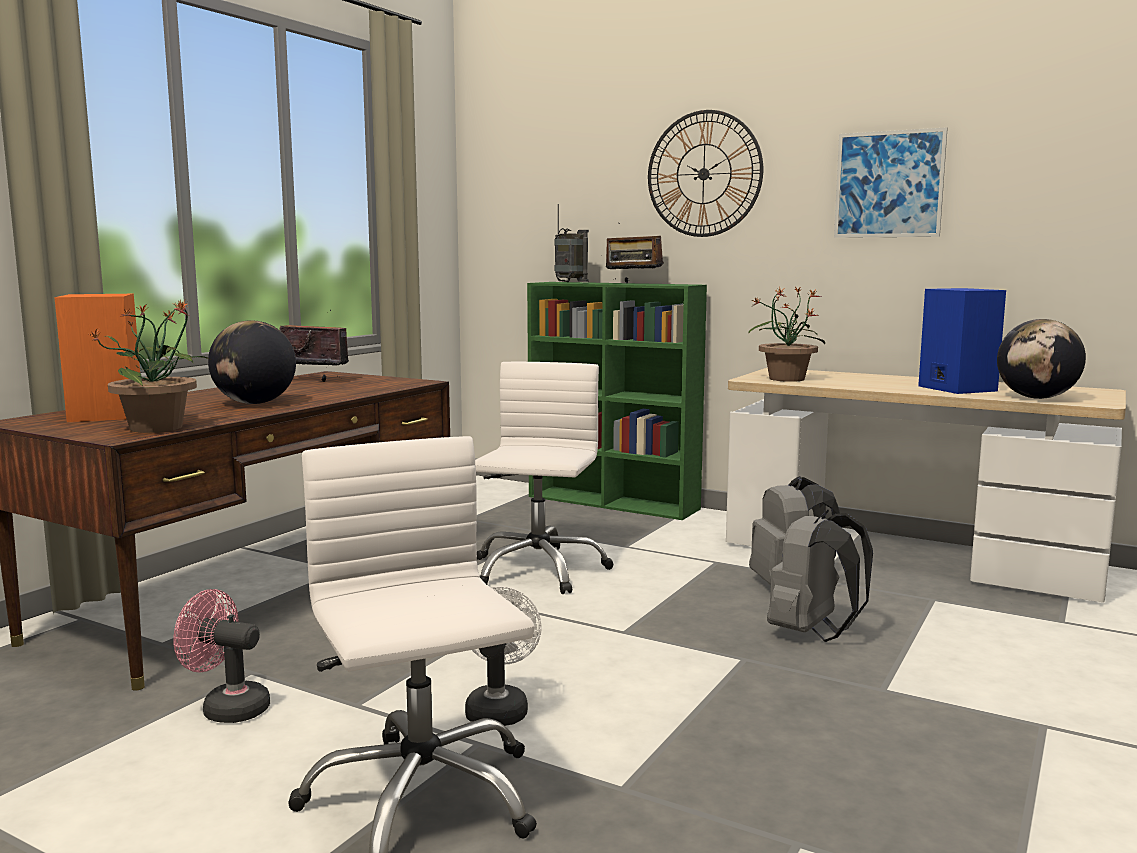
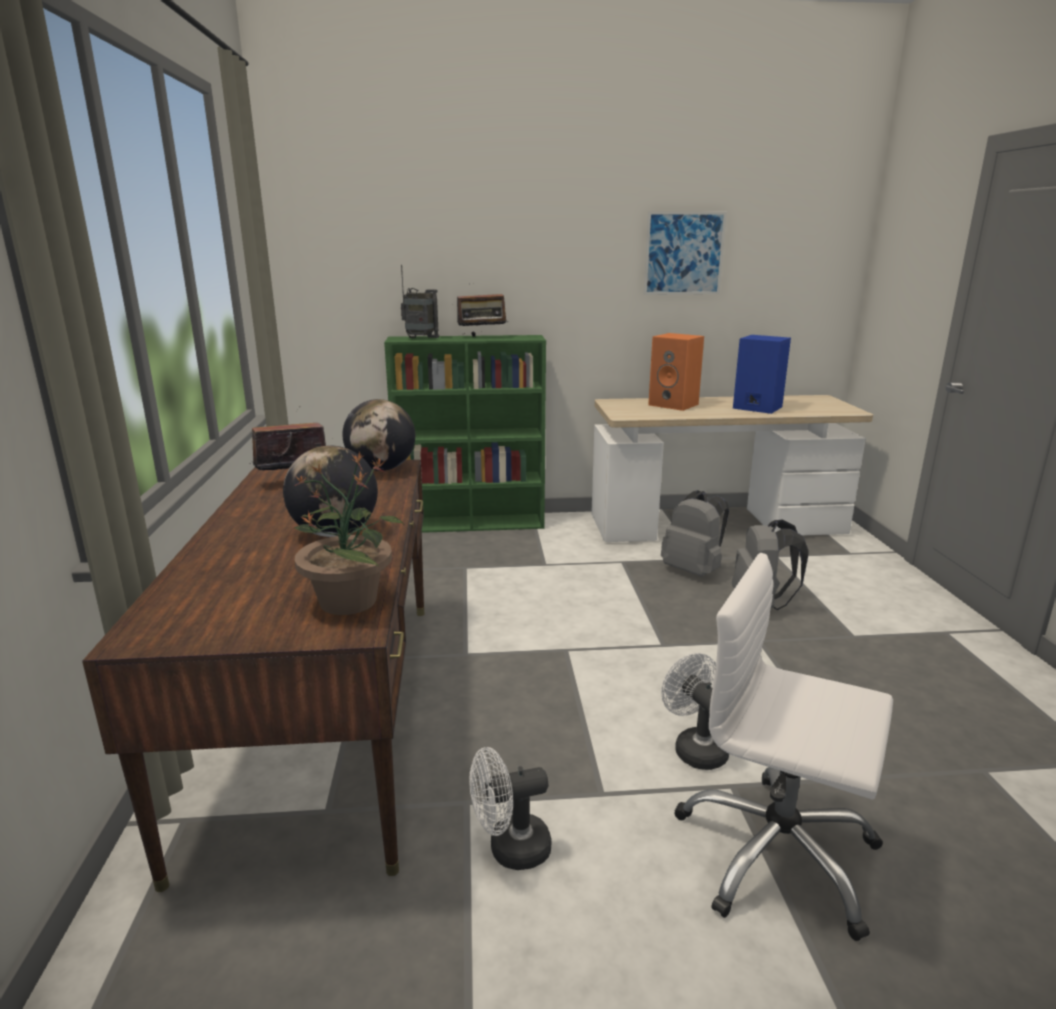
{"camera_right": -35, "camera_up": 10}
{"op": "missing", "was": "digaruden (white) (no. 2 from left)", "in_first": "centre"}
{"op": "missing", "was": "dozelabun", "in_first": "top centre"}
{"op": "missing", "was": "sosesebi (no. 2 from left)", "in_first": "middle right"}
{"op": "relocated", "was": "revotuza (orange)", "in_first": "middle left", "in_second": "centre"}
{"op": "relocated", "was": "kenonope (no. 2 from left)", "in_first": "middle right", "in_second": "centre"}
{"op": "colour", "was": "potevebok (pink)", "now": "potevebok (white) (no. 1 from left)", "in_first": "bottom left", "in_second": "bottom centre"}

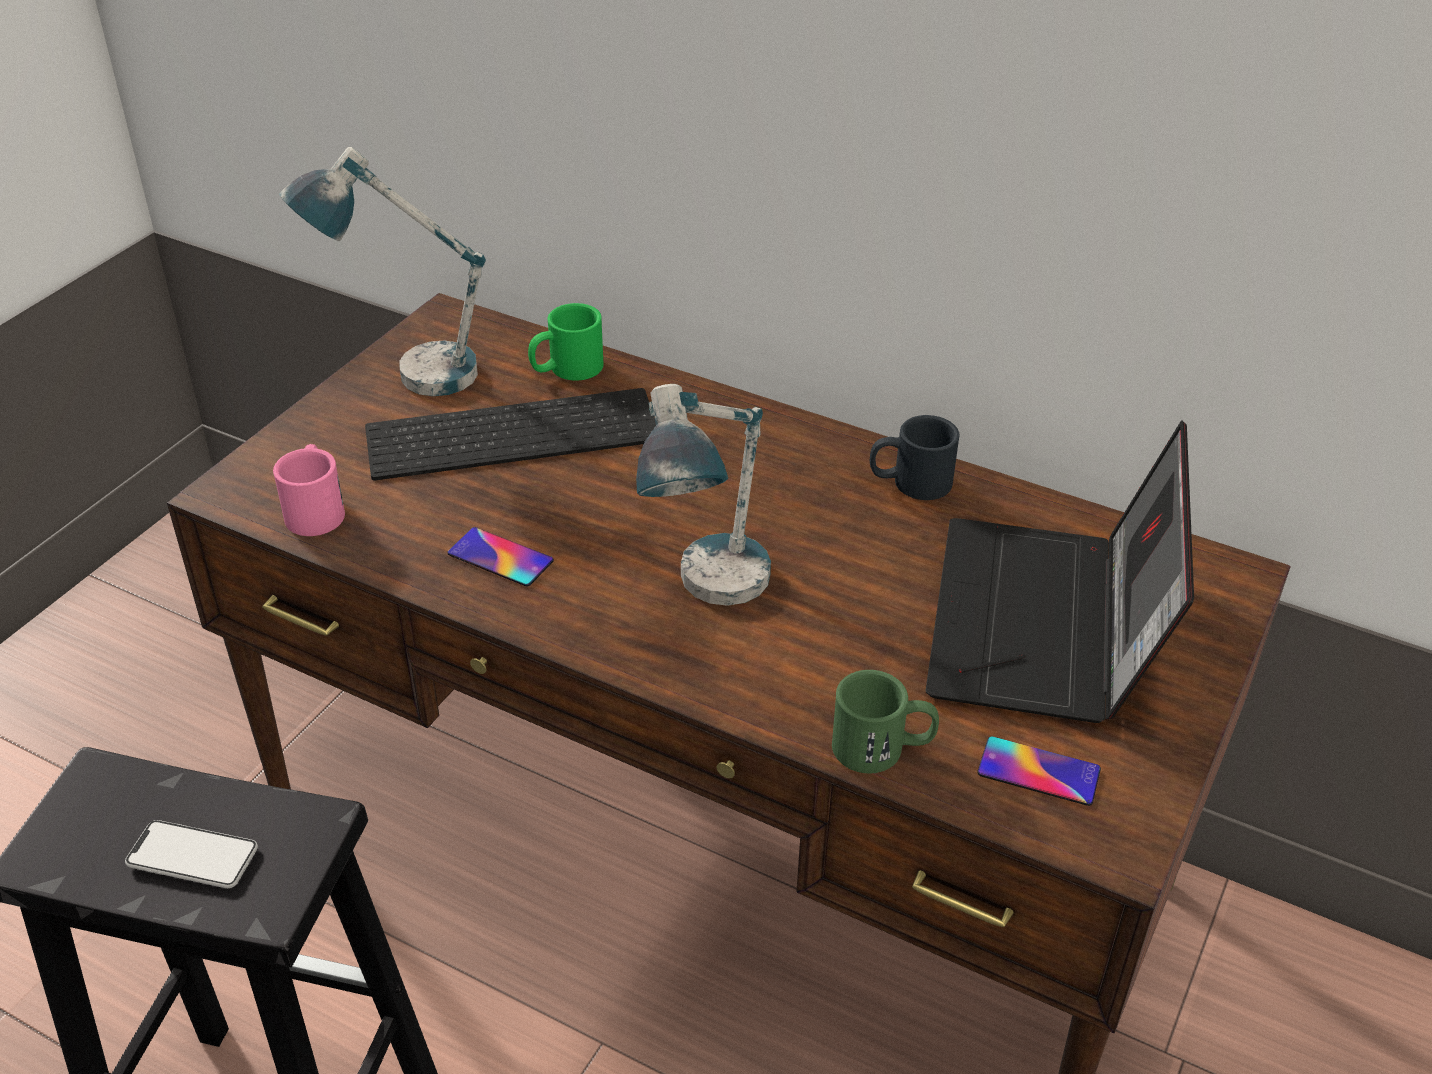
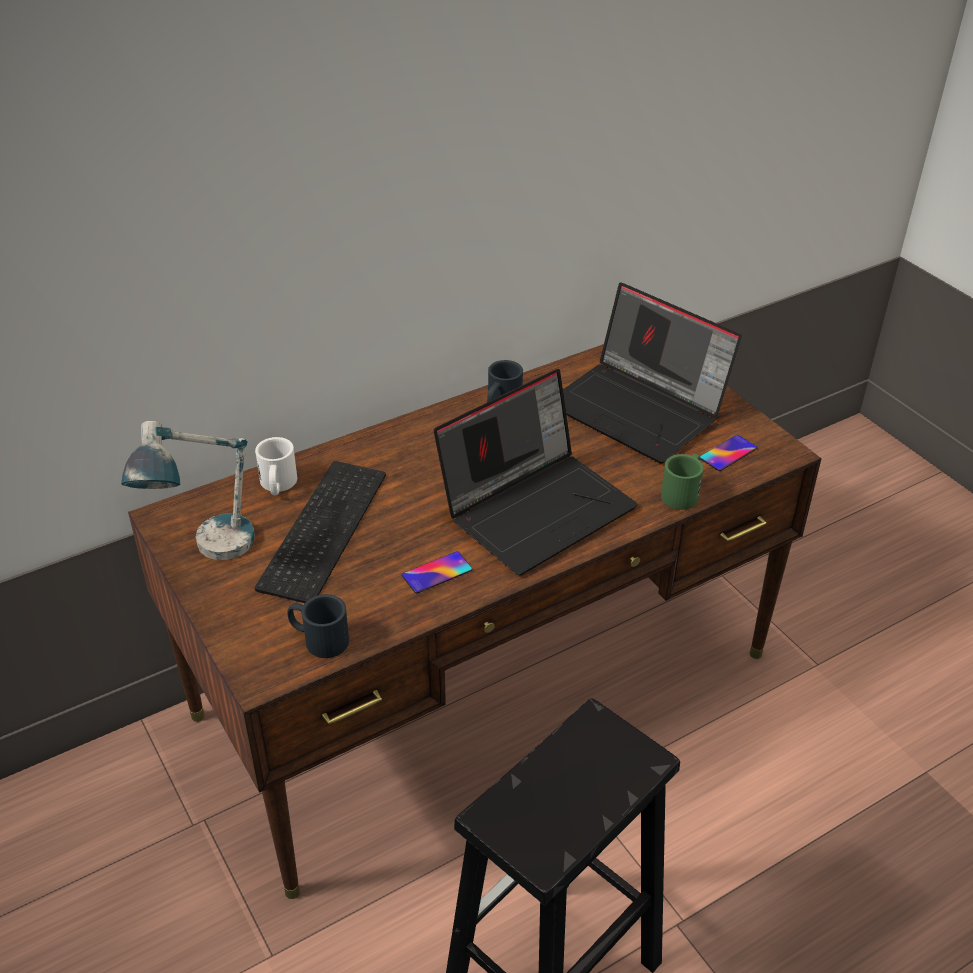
{"camera_right": -60, "camera_up": 0}
{"op": "missing", "was": "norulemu (no. 1 from left)", "in_first": "bottom left"}
{"op": "exchanged", "was": "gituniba (no. 2 from left)", "now": "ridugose (no. 1 from left)", "in_first": "centre", "in_second": "centre"}
{"op": "colour", "was": "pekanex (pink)", "now": "pekanex (black) (no. 1 from left)", "in_first": "middle left", "in_second": "middle left"}
{"op": "colour", "was": "pekanex (green) (no. 1 from left)", "now": "pekanex (white)", "in_first": "top centre", "in_second": "middle left"}

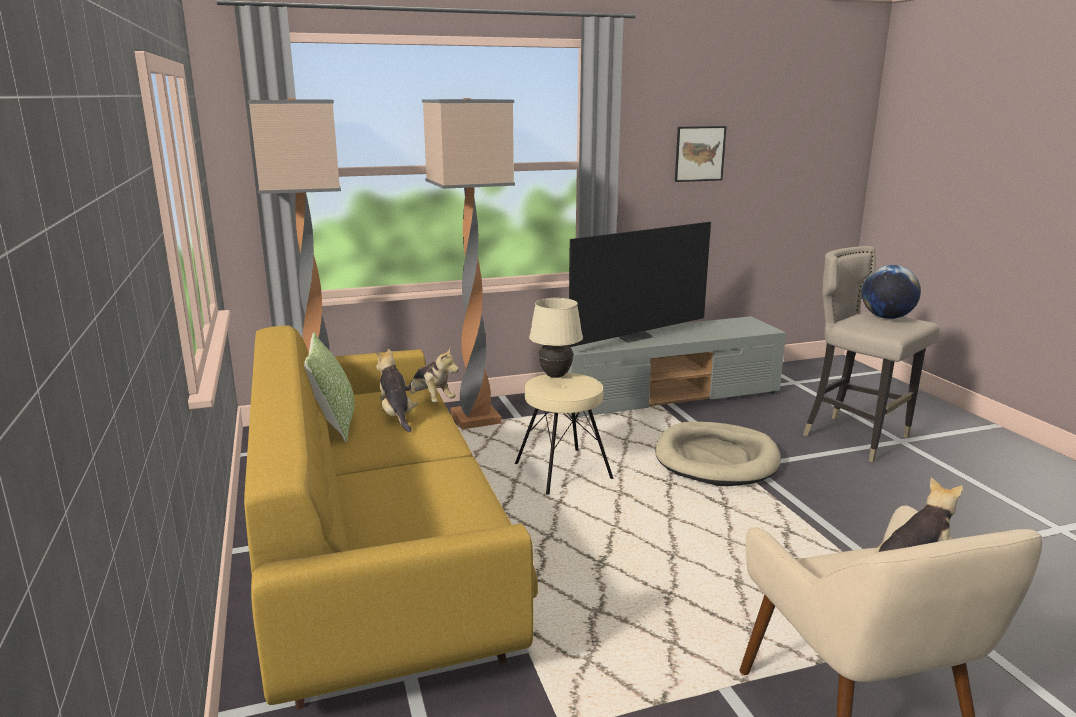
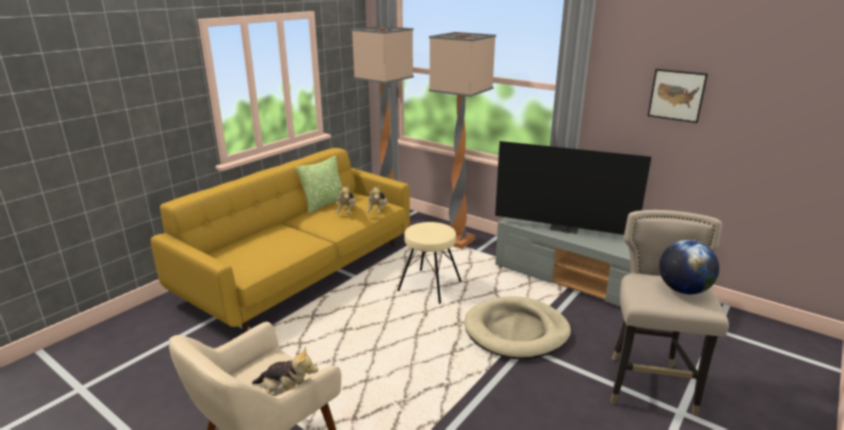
{"camera_right": 55, "camera_up": 5}
{"op": "missing", "was": "gituniba (beige)", "in_first": "centre"}
{"op": "spun", "was": "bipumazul (no. 1 from left in the first image)", "in_first": "centre", "in_second": "centre", "clockwise": 150}

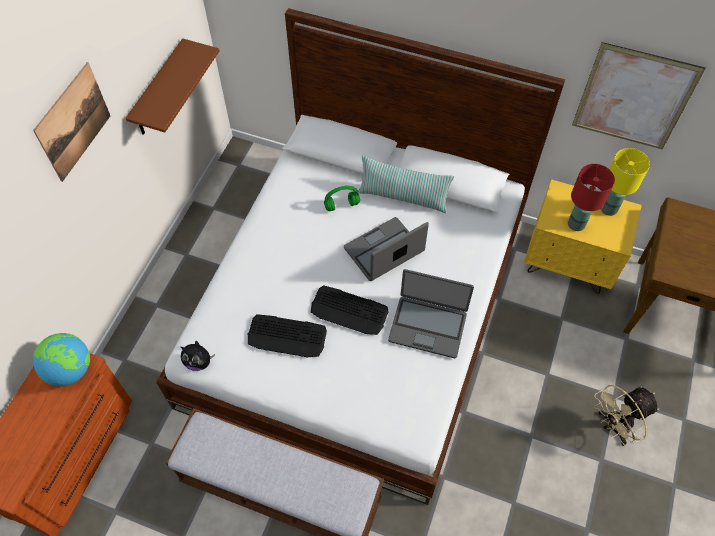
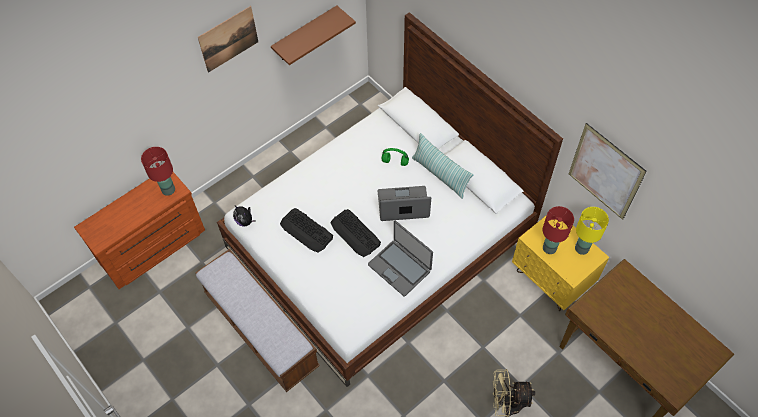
{"camera_right": 30, "camera_up": 0}
{"op": "exchanged", "was": "kenonope", "now": "gituniba (red) (no. 1 from left)", "in_first": "bottom left", "in_second": "middle left"}

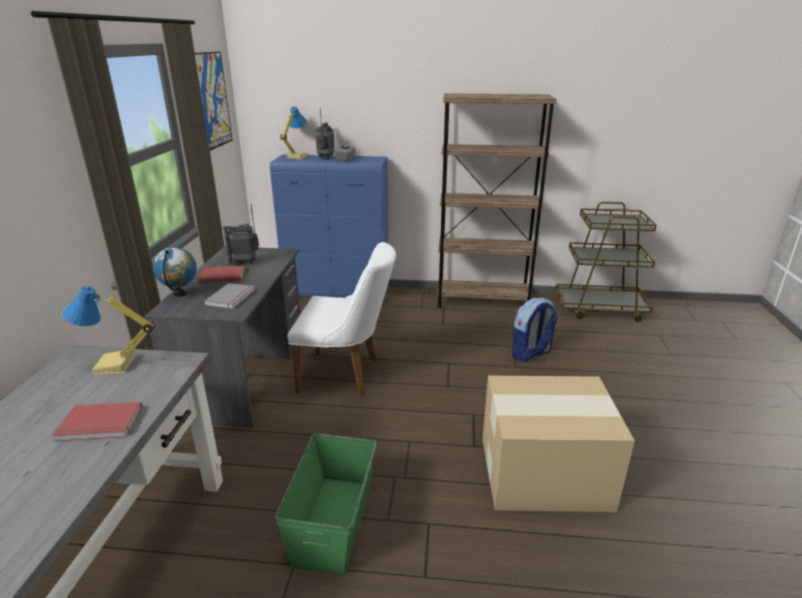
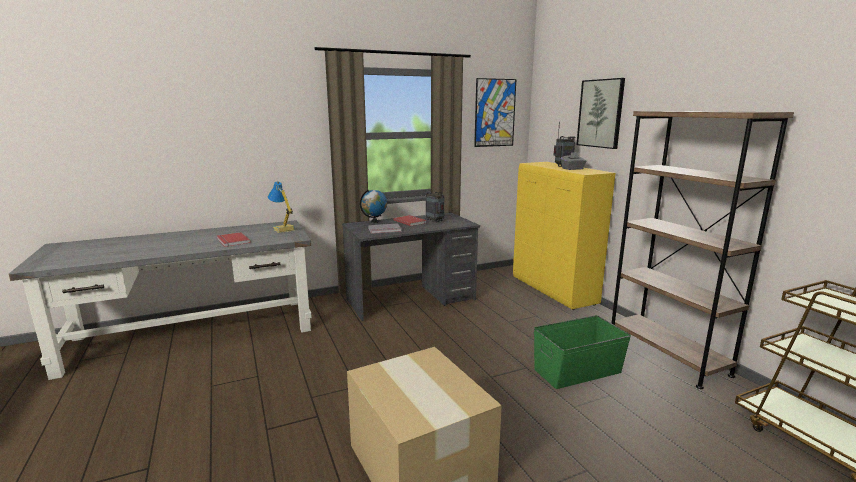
{"camera_right": 60, "camera_up": -10}
{"op": "missing", "was": "gituniba (no. 2 from left)", "in_first": "top centre"}
{"op": "missing", "was": "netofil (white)", "in_first": "centre"}
{"op": "missing", "was": "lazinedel", "in_first": "middle right"}
{"op": "appeared", "now": "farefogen (no. 2 from left)", "in_second": "top right"}
{"op": "relocated", "was": "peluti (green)", "in_first": "bottom centre", "in_second": "bottom right"}
{"op": "colour", "was": "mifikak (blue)", "now": "mifikak (yellow)", "in_first": "centre", "in_second": "centre"}

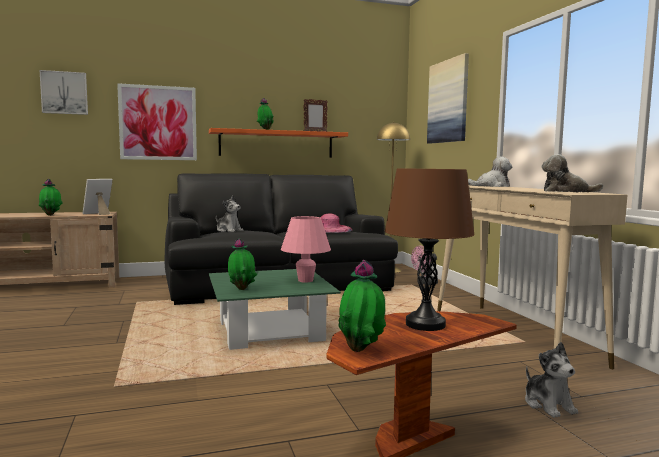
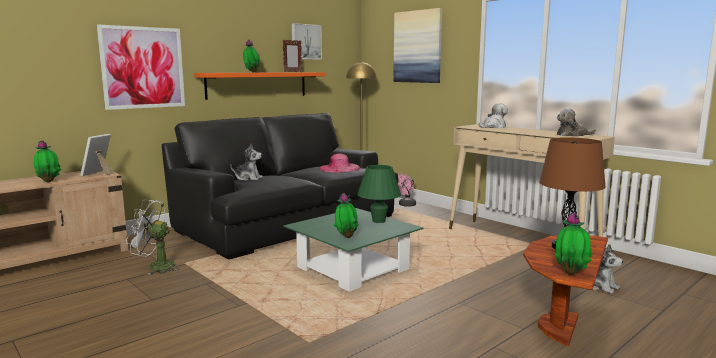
{"camera_right": -25, "camera_up": 5}
{"op": "appeared", "now": "potevebok (white)", "in_second": "middle left"}
{"op": "relocated", "was": "farefogen (no. 1 from left in the first image)", "now": "farefogen (no. 2 from left)", "in_first": "top left", "in_second": "top centre"}
{"op": "colour", "was": "gituniba (pink)", "now": "gituniba (green)", "in_first": "centre", "in_second": "centre"}

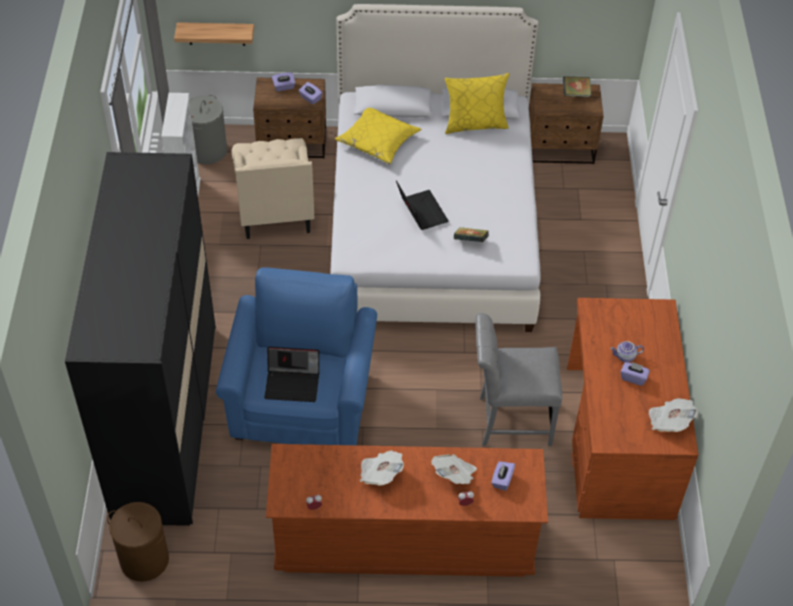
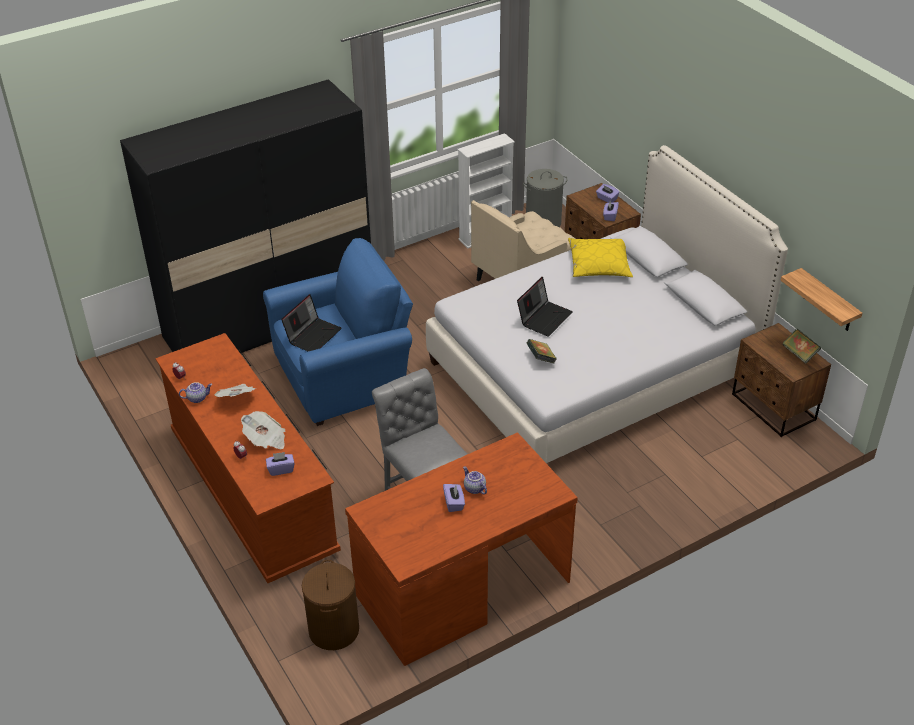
{"camera_right": 60, "camera_up": -10}
{"op": "missing", "was": "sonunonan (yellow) (no. 2 from left)", "in_first": "top centre"}
{"op": "missing", "was": "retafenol (no. 3 from left)", "in_first": "bottom right"}
{"op": "appeared", "now": "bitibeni (no. 1 from left)", "in_second": "middle left"}
{"op": "relocated", "was": "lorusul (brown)", "in_first": "bottom left", "in_second": "bottom centre"}
{"op": "relocated", "was": "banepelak", "in_first": "top left", "in_second": "middle right"}
{"op": "spun", "was": "ridugose (no. 1 from left)", "in_first": "centre", "in_second": "centre", "clockwise": -120}

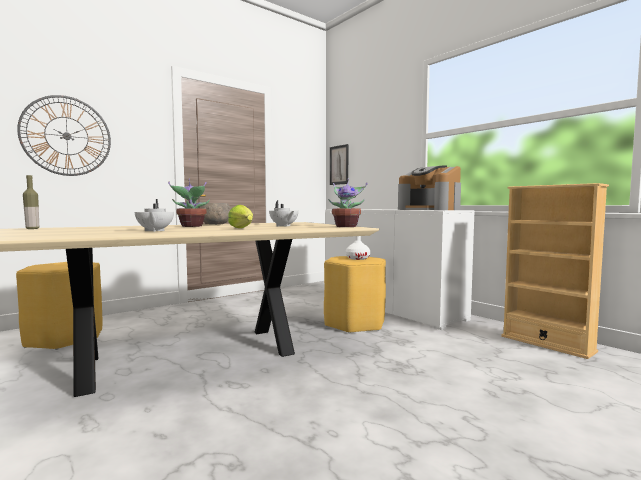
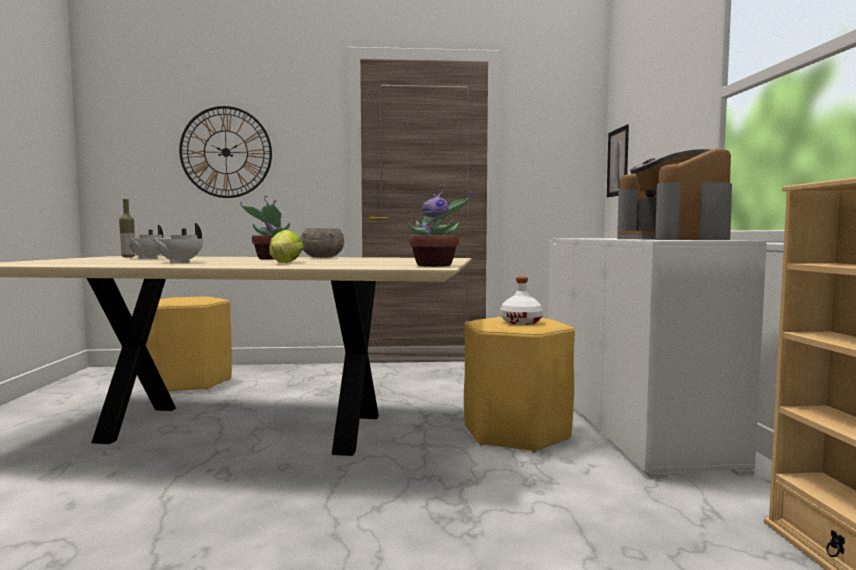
{"camera_right": 35, "camera_up": 0}
{"op": "relocated", "was": "bitibeni (white) (no. 2 from left in the first image)", "now": "bitibeni (white) (no. 1 from left)", "in_first": "centre", "in_second": "middle left"}

